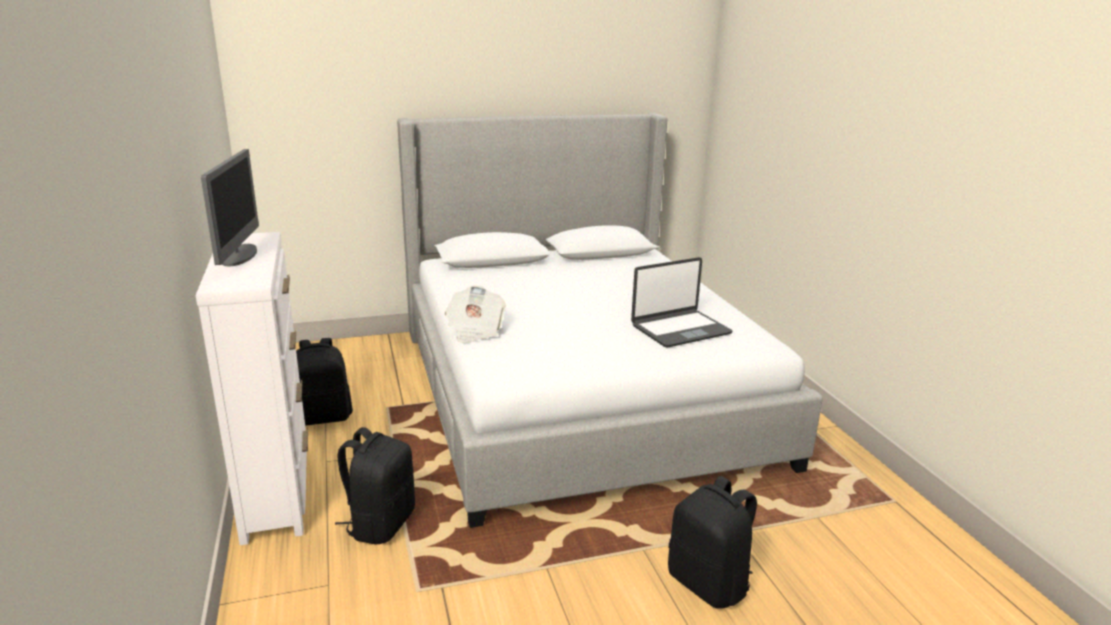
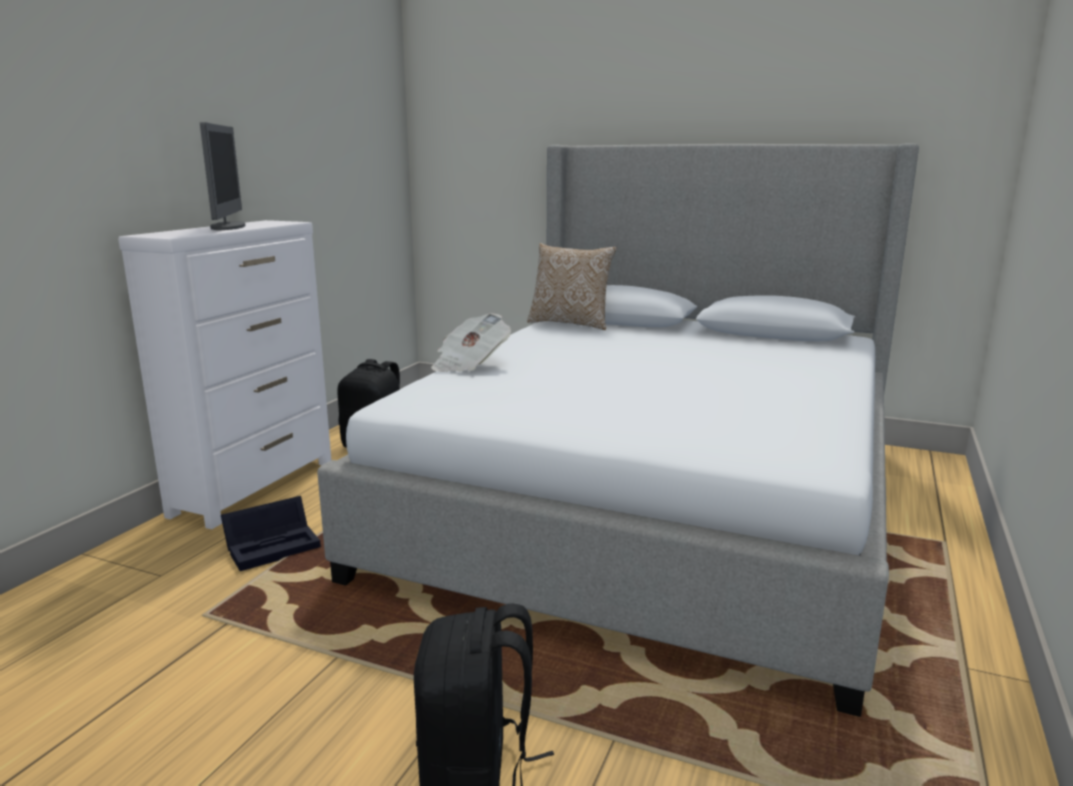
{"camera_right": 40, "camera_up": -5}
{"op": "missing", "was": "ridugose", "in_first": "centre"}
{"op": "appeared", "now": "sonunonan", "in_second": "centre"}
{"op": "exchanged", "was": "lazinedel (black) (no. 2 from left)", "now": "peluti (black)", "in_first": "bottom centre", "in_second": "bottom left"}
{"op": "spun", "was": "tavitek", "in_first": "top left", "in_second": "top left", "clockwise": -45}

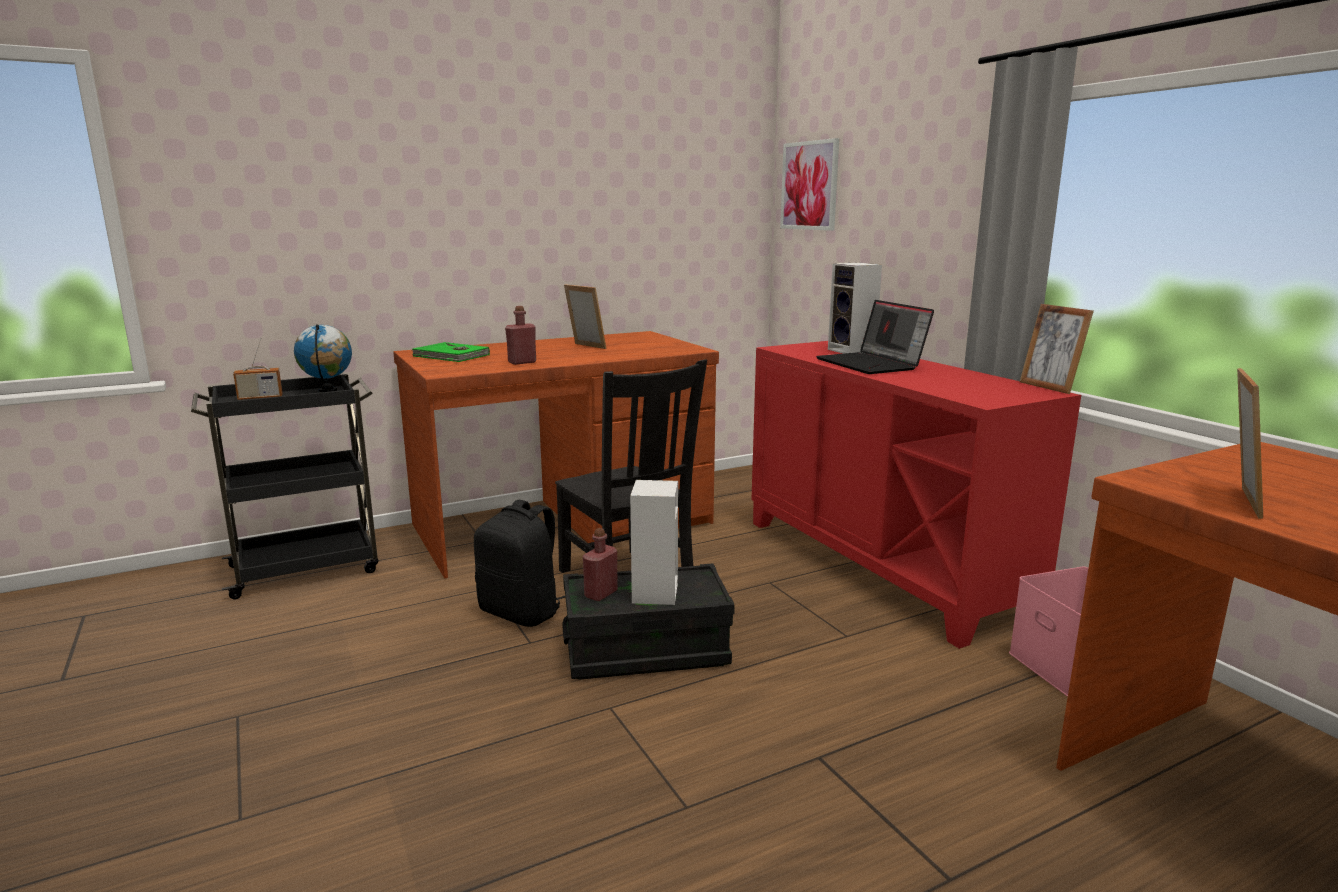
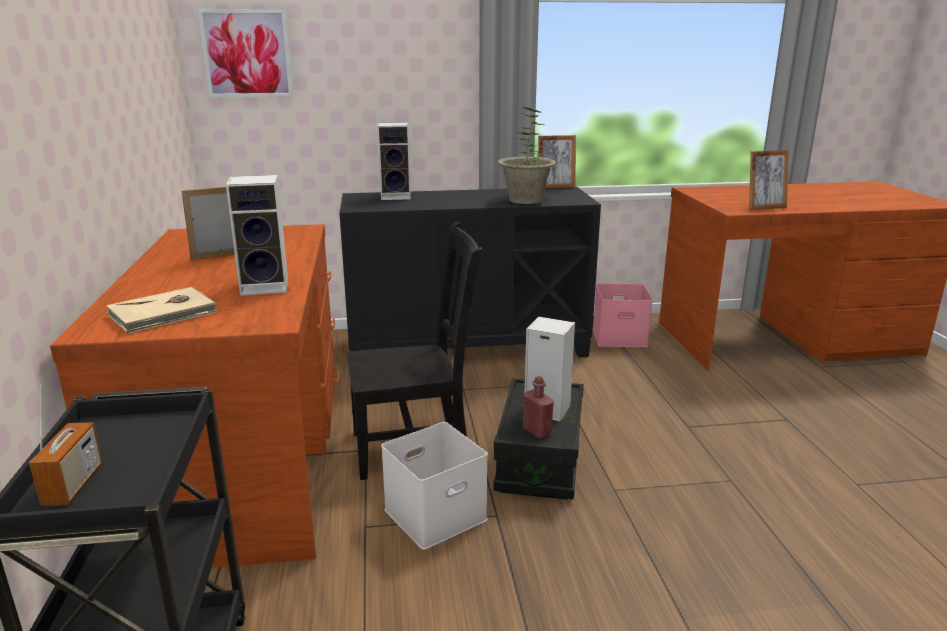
{"camera_right": -70, "camera_up": 5}
{"op": "missing", "was": "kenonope", "in_first": "middle left"}
{"op": "missing", "was": "ridugose", "in_first": "centre"}
{"op": "appeared", "now": "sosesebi", "in_second": "top centre"}
{"op": "exchanged", "was": "lazinedel (black)", "now": "peluti (white)", "in_first": "centre", "in_second": "bottom centre"}
{"op": "exchanged", "was": "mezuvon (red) (no. 1 from left)", "now": "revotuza (no. 1 from left)", "in_first": "centre", "in_second": "middle left"}
{"op": "colour", "was": "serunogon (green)", "now": "serunogon (beige)", "in_first": "centre", "in_second": "middle left"}
{"op": "colour", "was": "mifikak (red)", "now": "mifikak (black)", "in_first": "middle right", "in_second": "centre"}
{"op": "spun", "was": "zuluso (no. 3 from left)", "in_first": "middle right", "in_second": "top right", "clockwise": 120}

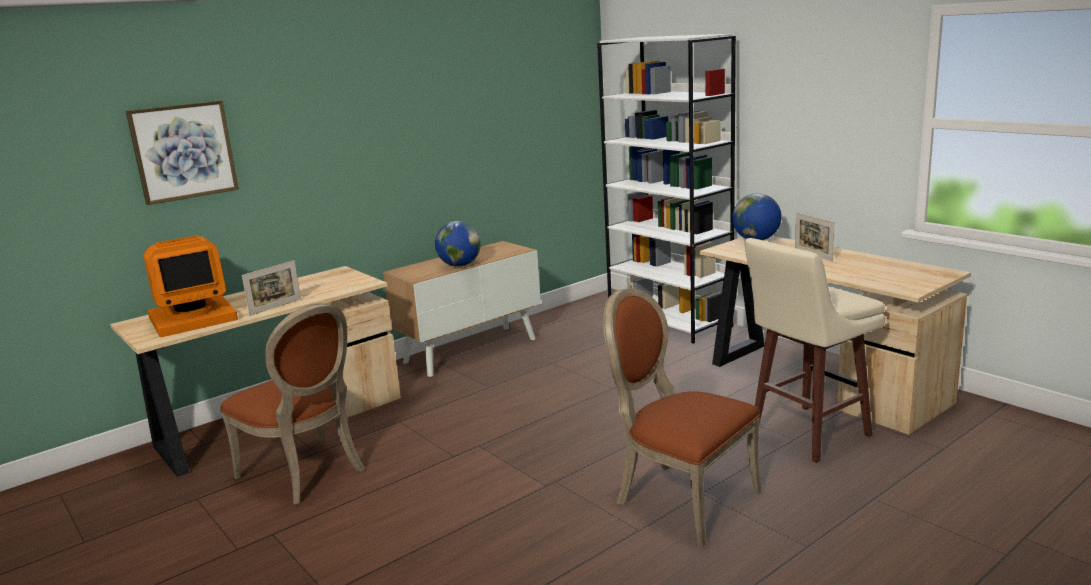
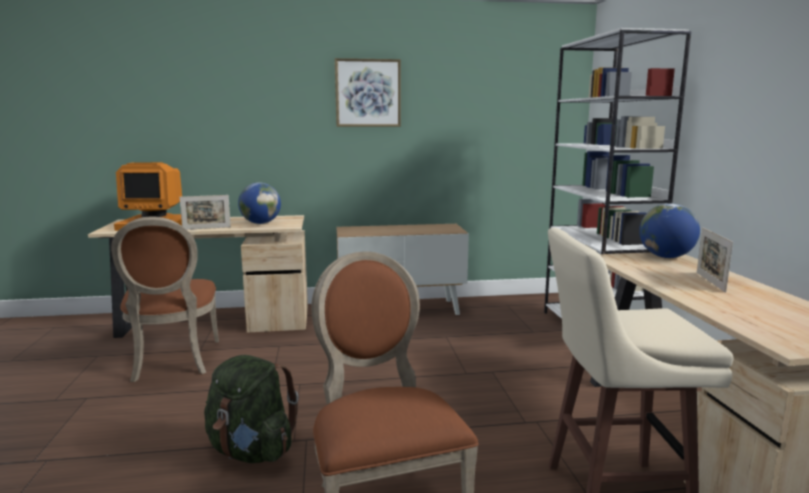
{"camera_right": 30, "camera_up": -5}
{"op": "appeared", "now": "lazinedel (green)", "in_second": "bottom left"}
{"op": "relocated", "was": "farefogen", "in_first": "top left", "in_second": "top centre"}
{"op": "relocated", "was": "kenonope (no. 1 from left)", "in_first": "centre", "in_second": "middle left"}

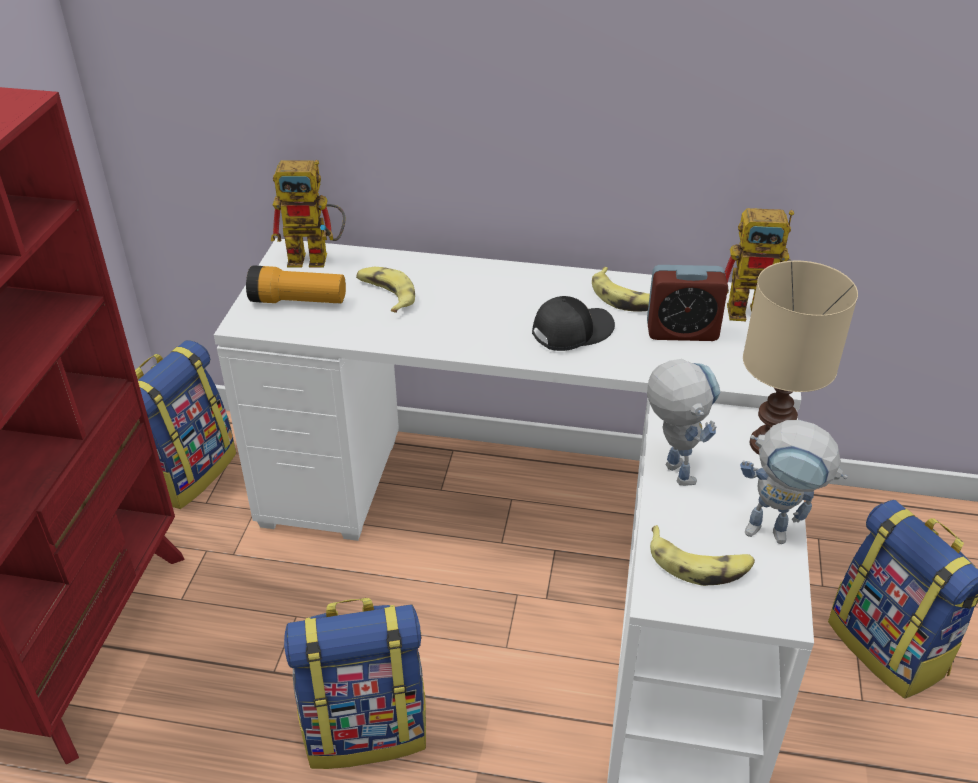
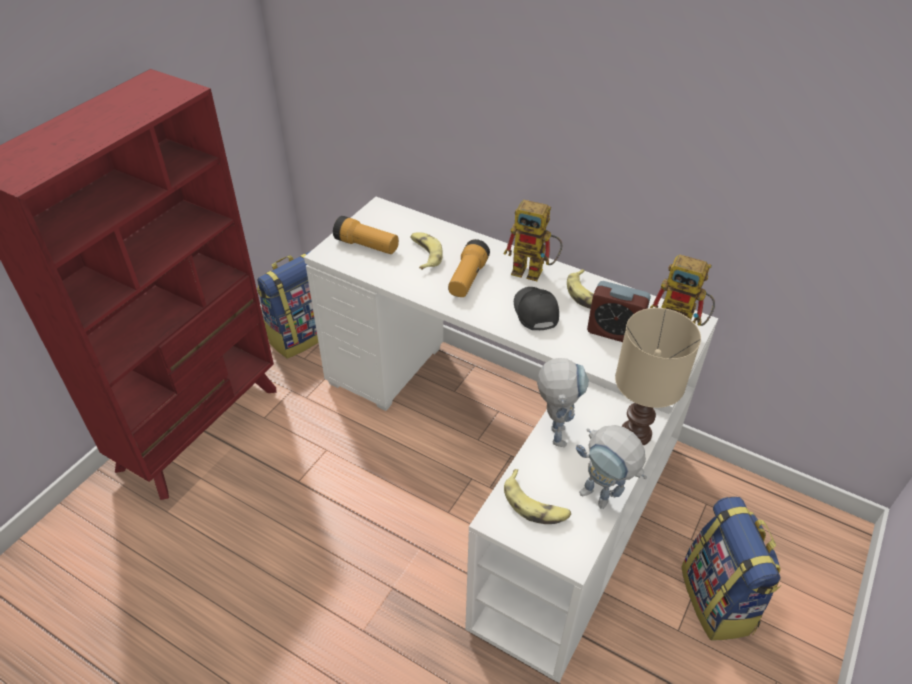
{"camera_right": 20, "camera_up": 5}
{"op": "missing", "was": "lazinedel (no. 2 from left)", "in_first": "bottom centre"}
{"op": "appeared", "now": "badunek (no. 2 from left)", "in_second": "centre"}
{"op": "relocated", "was": "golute (no. 1 from left)", "in_first": "top left", "in_second": "centre"}
{"op": "spun", "was": "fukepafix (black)", "in_first": "centre", "in_second": "centre", "clockwise": -90}

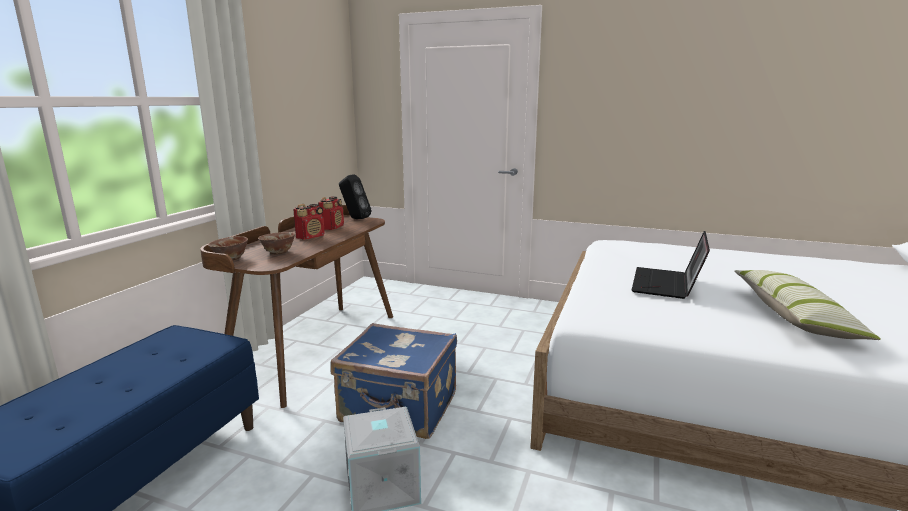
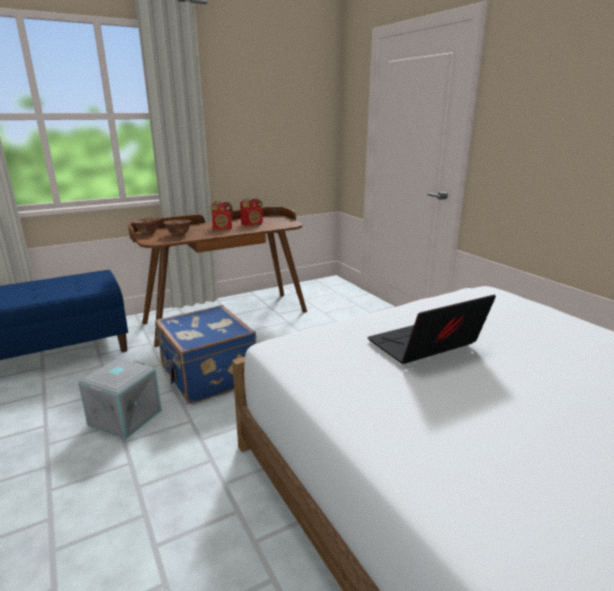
{"camera_right": 40, "camera_up": 5}
{"op": "missing", "was": "revotuza (black)", "in_first": "centre"}
{"op": "missing", "was": "sonunonan", "in_first": "middle right"}

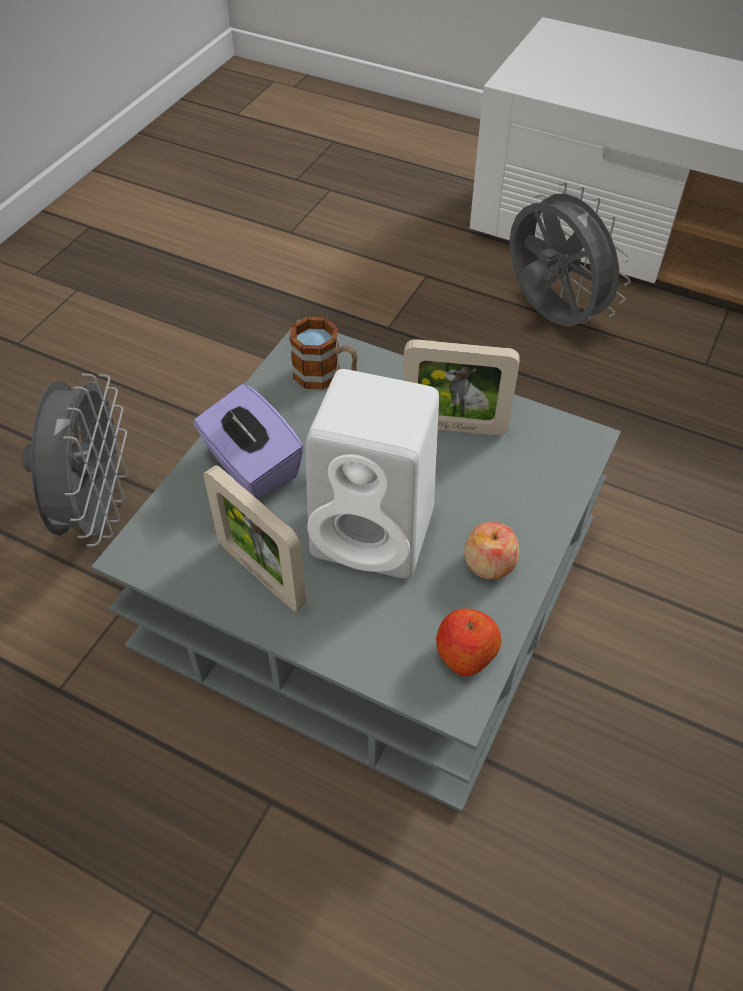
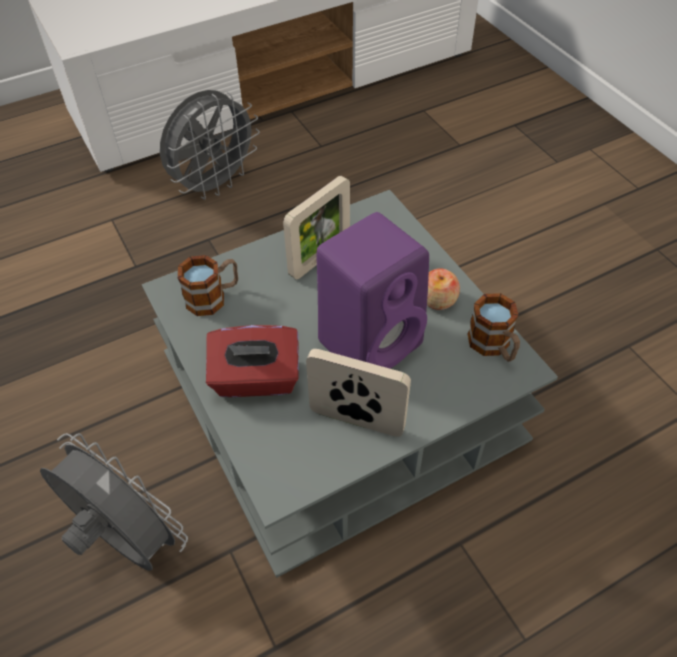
{"camera_right": -55, "camera_up": 0}
{"op": "exchanged", "was": "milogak (no. 1 from left)", "now": "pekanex (no. 2 from left)", "in_first": "centre", "in_second": "middle right"}
{"op": "colour", "was": "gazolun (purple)", "now": "gazolun (red)", "in_first": "centre", "in_second": "centre"}
{"op": "colour", "was": "revotuza (white)", "now": "revotuza (purple)", "in_first": "centre", "in_second": "centre"}
{"op": "spun", "was": "zuluso (no. 1 from left in the first image)", "in_first": "centre", "in_second": "centre", "clockwise": -150}
{"op": "spun", "was": "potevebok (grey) (no. 2 from left)", "in_first": "top right", "in_second": "top left", "clockwise": 135}

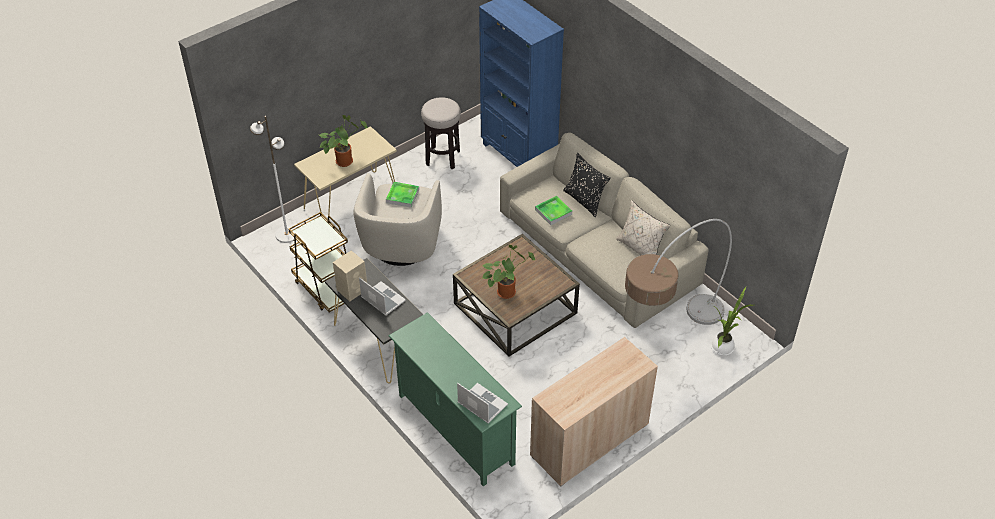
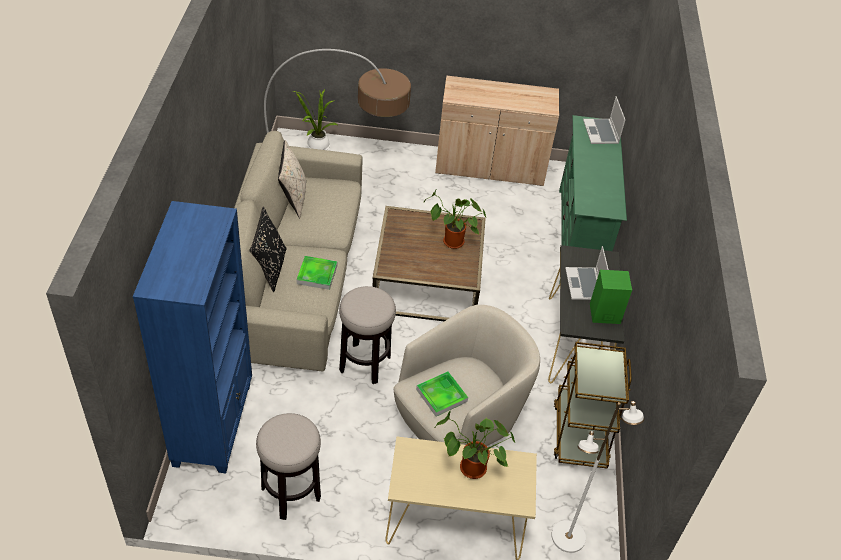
{"camera_right": -140, "camera_up": 0}
{"op": "appeared", "now": "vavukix (no. 2 from left)", "in_second": "centre"}
{"op": "colour", "was": "revotuza (beige)", "now": "revotuza (green)", "in_first": "centre", "in_second": "middle right"}

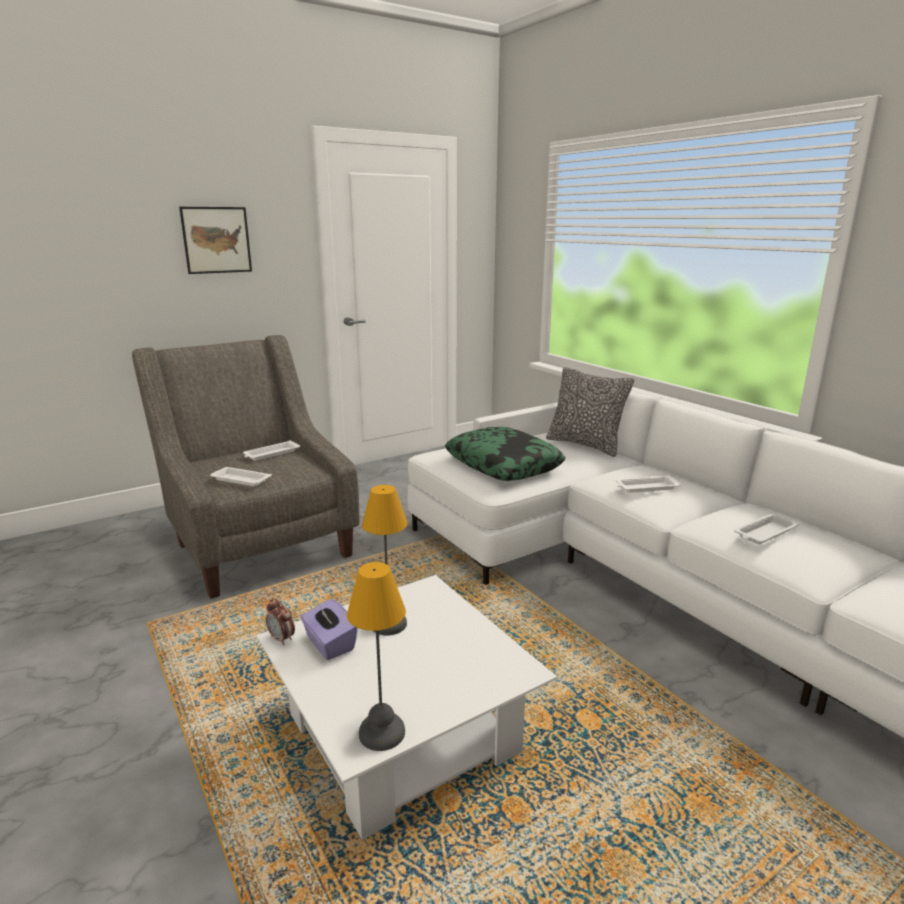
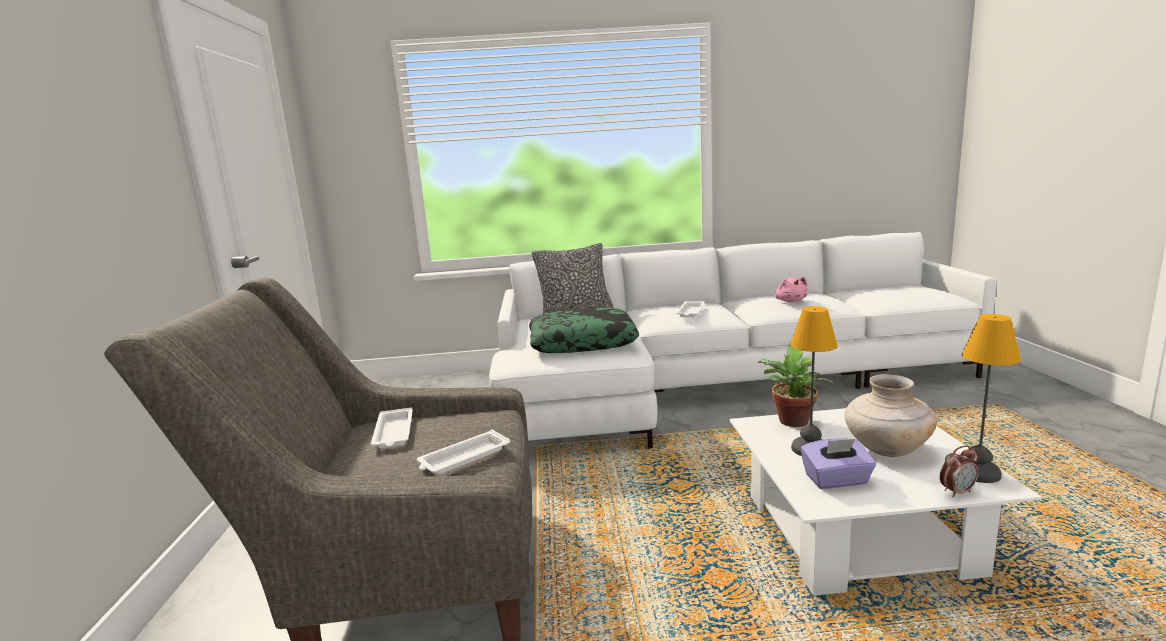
{"camera_right": -60, "camera_up": -5}
{"op": "missing", "was": "farefogen", "in_first": "top left"}
{"op": "appeared", "now": "sosesebi", "in_second": "middle right"}
{"op": "appeared", "now": "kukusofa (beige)", "in_second": "middle right"}
{"op": "relocated", "was": "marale", "in_first": "bottom left", "in_second": "bottom right"}
{"op": "exchanged", "was": "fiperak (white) (no. 4 from left)", "now": "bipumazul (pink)", "in_first": "middle right", "in_second": "middle right"}

